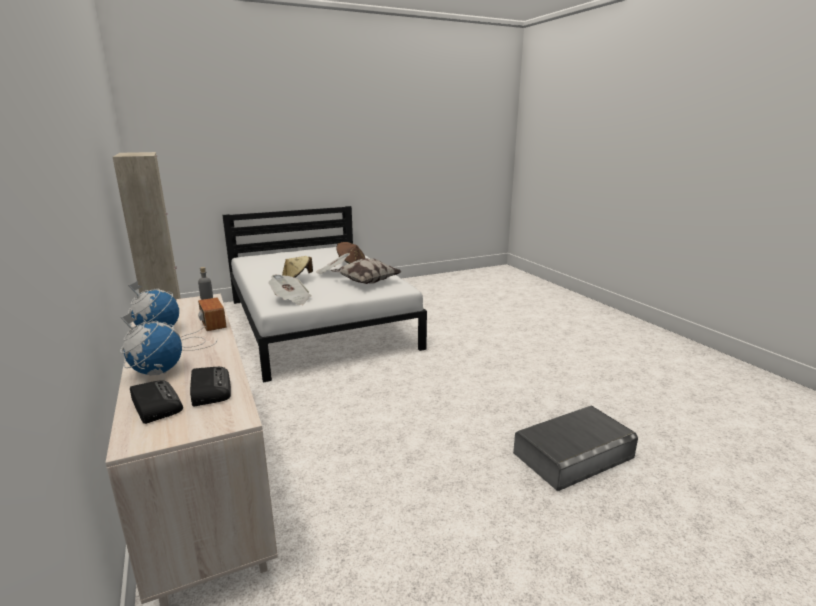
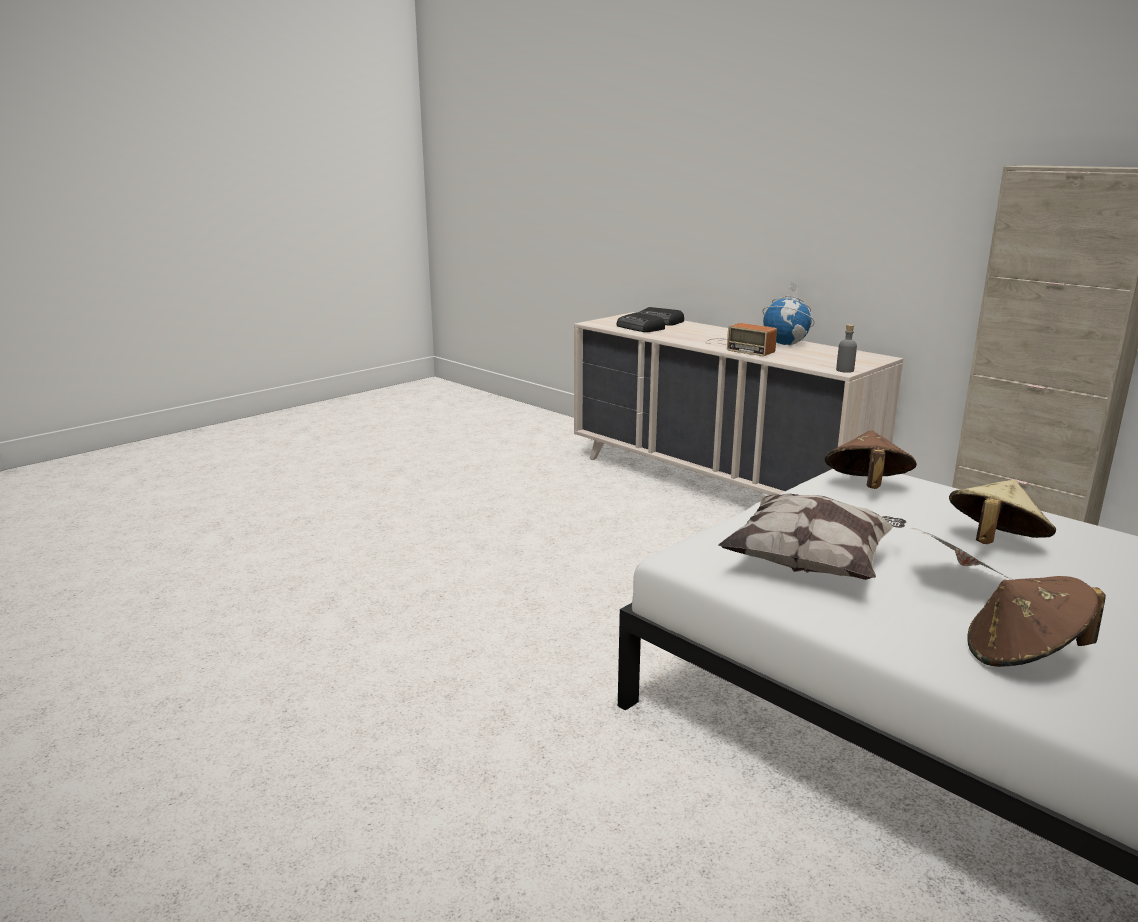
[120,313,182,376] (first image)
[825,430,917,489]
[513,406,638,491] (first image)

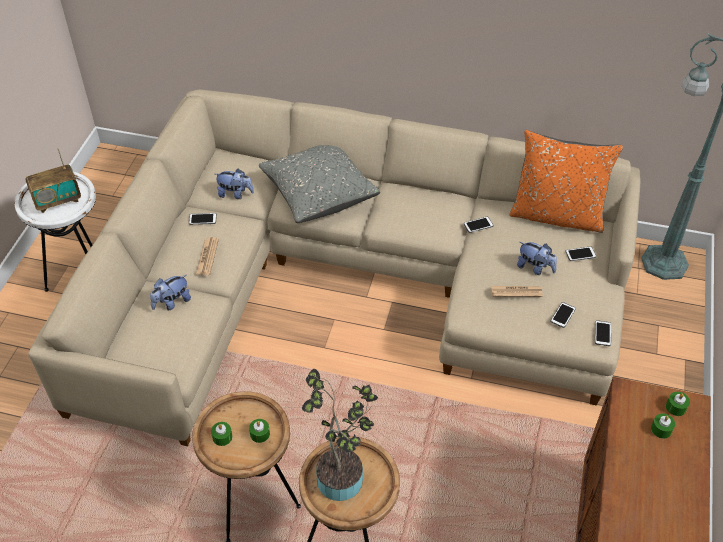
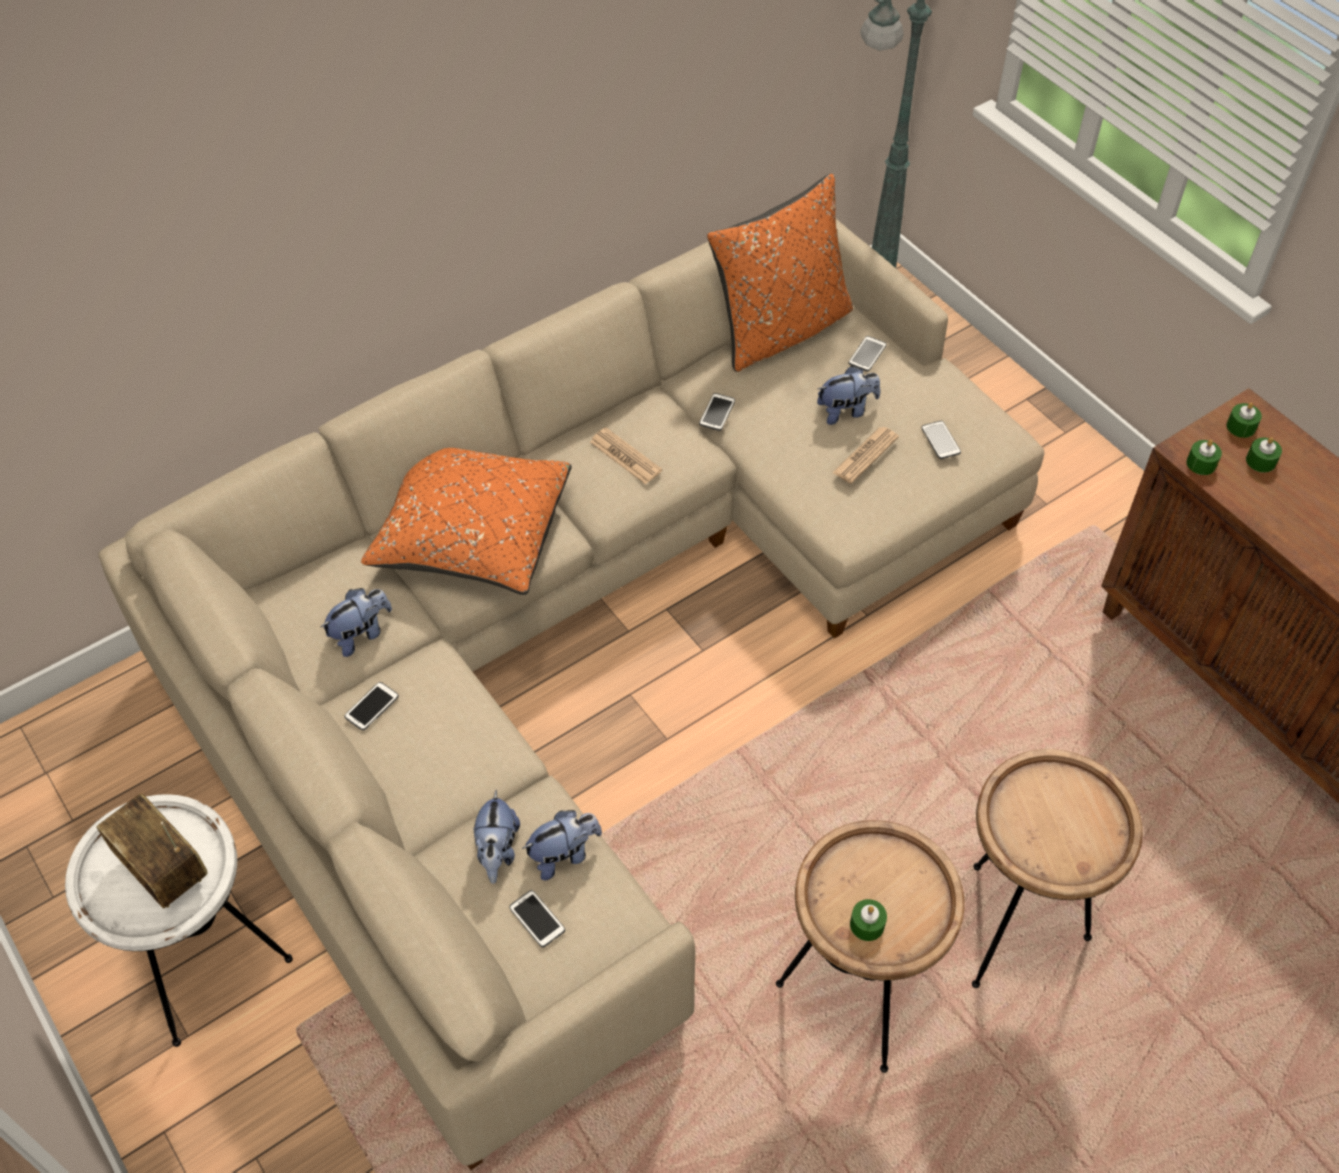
[96,794,207,909]
[590,428,662,485]
[1186,440,1222,475]
[361,448,572,595]
[302,369,378,501] (first image)
[509,890,565,948]
[522,810,602,880]

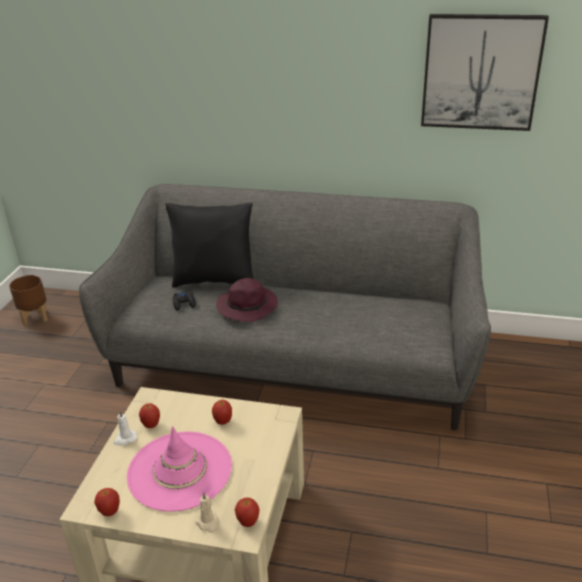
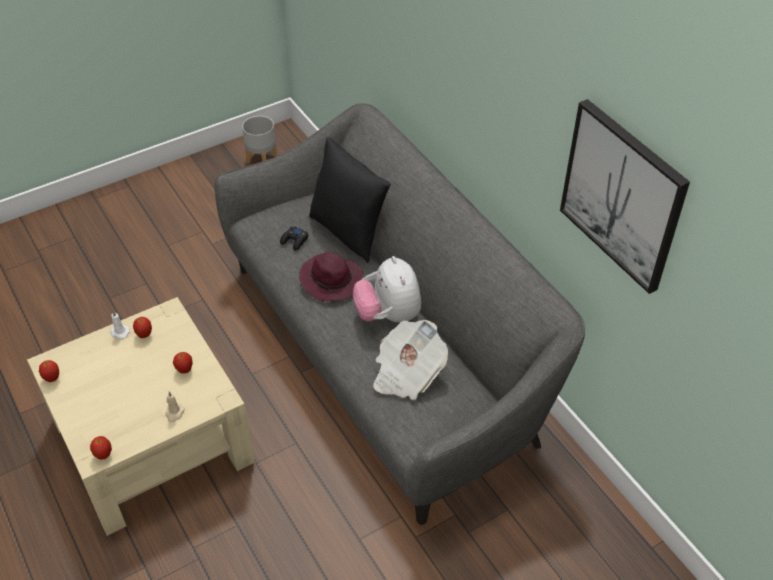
[242,116,277,163]
[127,426,232,512] (first image)
[165,391,185,422]
[353,256,421,323]
[373,320,448,400]

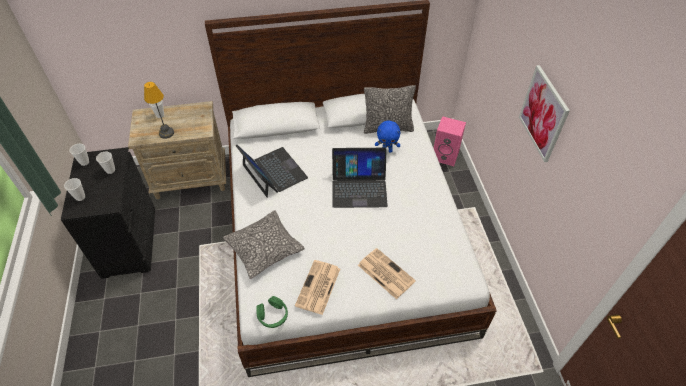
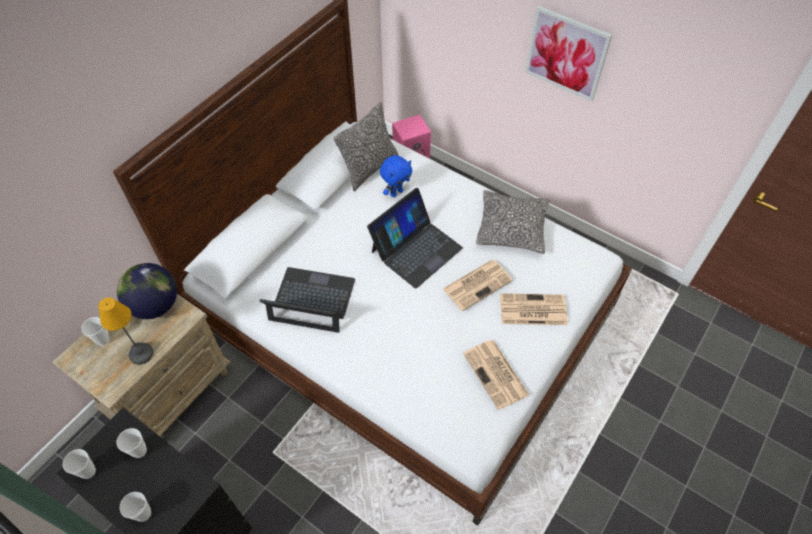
[476,190,549,254]
[256,296,288,328] (first image)
[117,263,177,319]
[443,260,513,311]

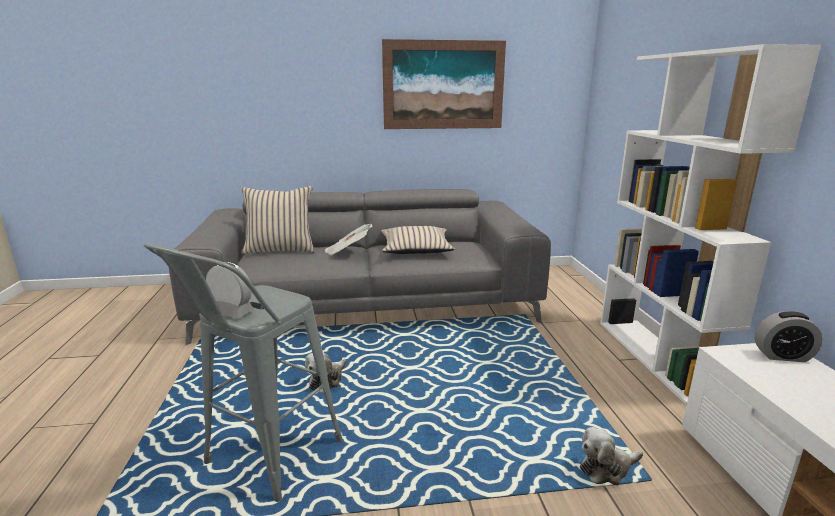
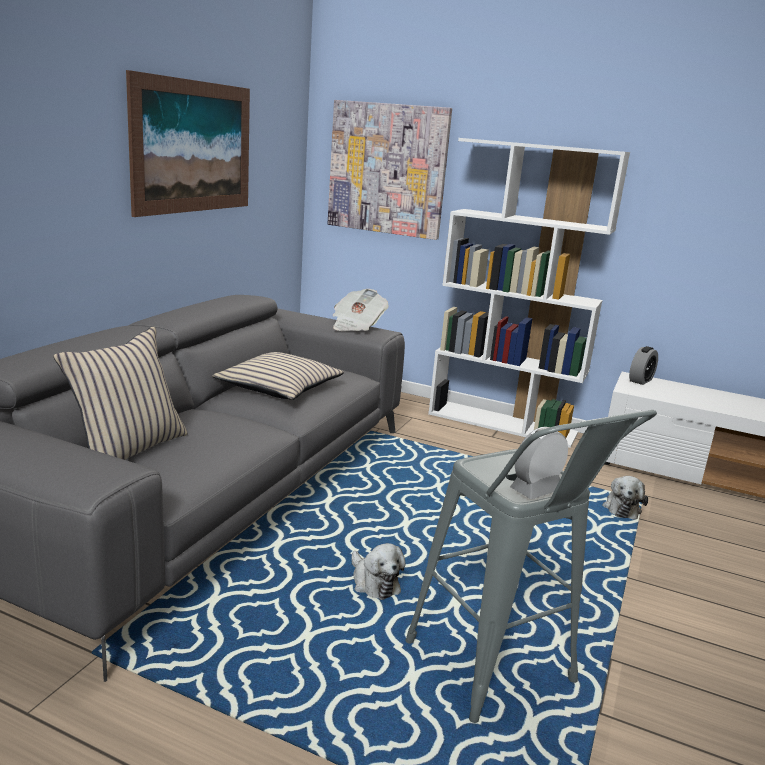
[332,289,389,331]
[328,100,452,240]

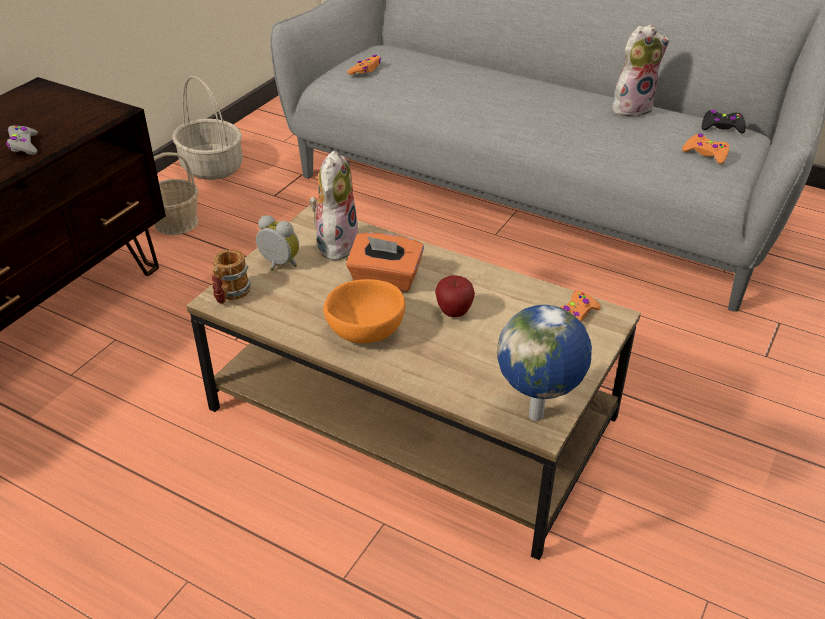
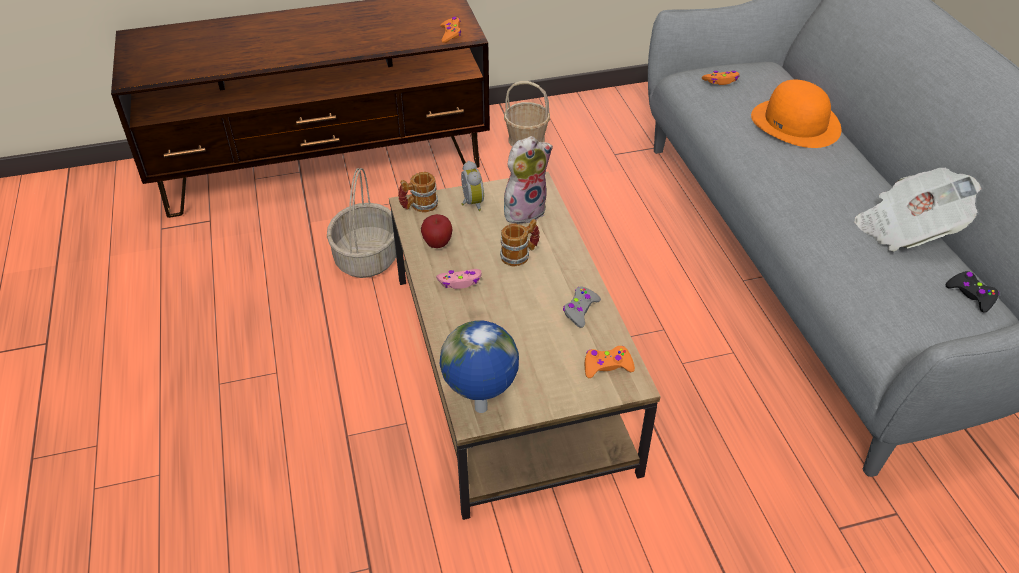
[563,286,601,328]
[327,168,396,278]
[436,269,482,289]
[500,219,540,266]
[421,214,452,248]
[854,168,981,252]
[440,17,461,43]
[751,80,841,148]

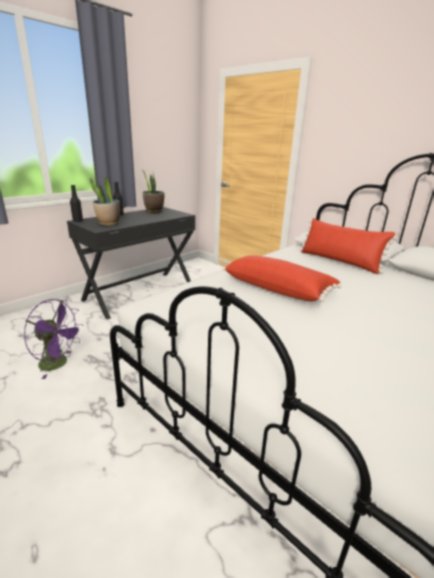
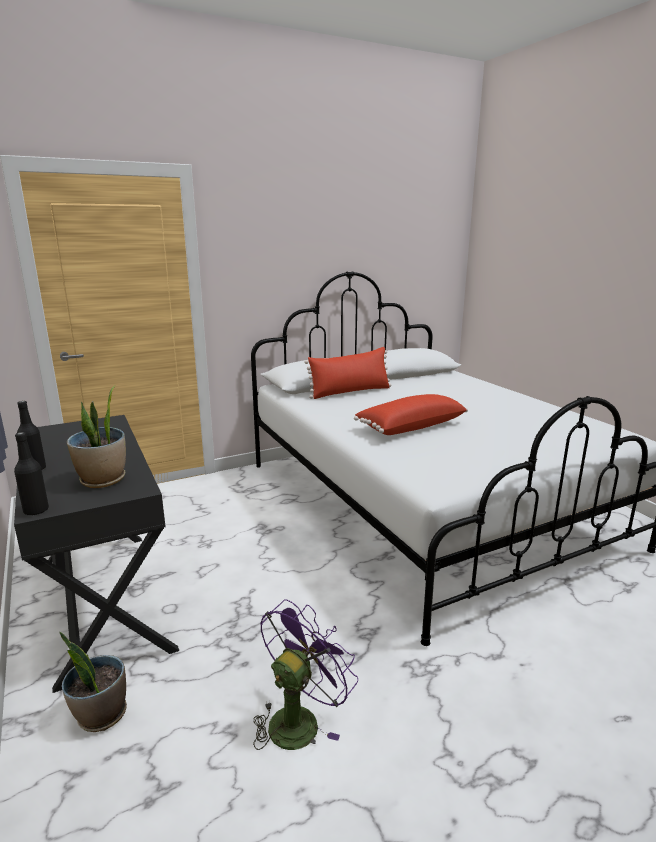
[59,632,127,732]

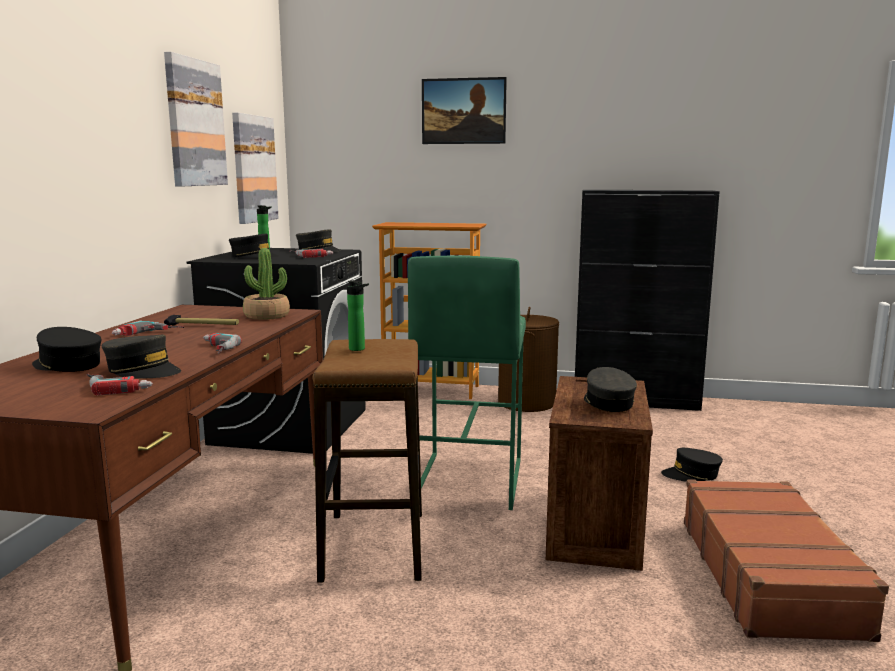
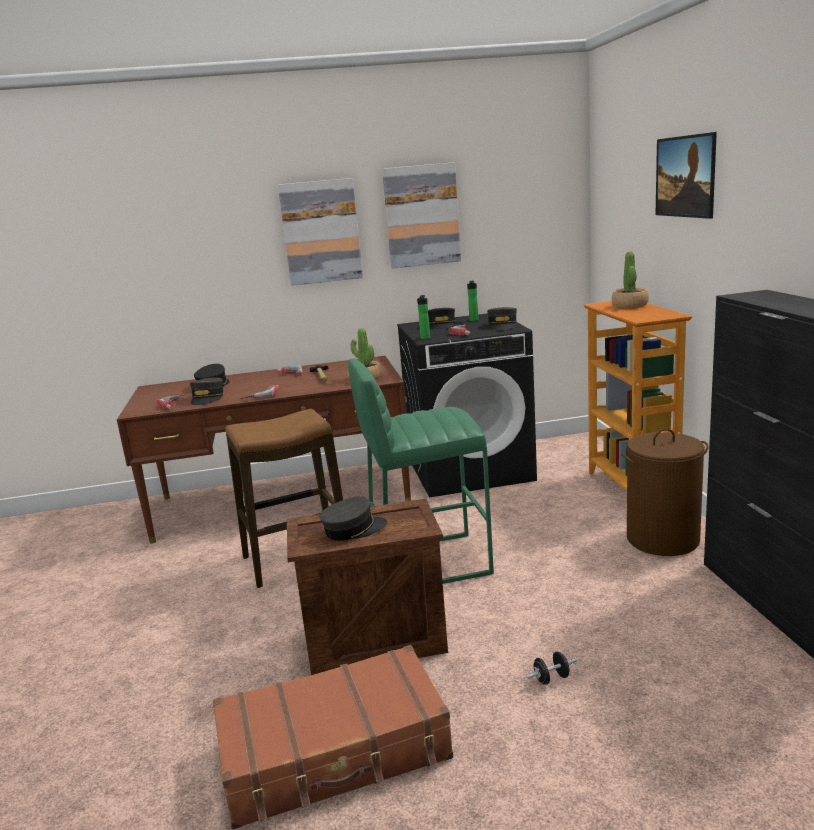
[278,178,363,286]
[417,295,430,339]
[526,651,577,685]
[612,252,649,308]

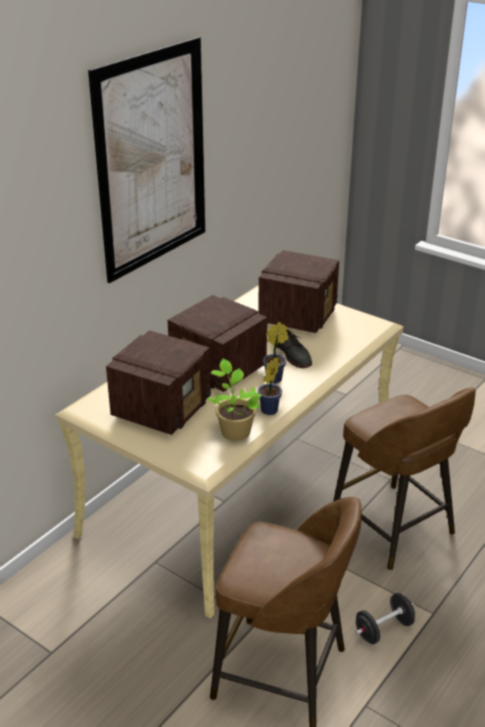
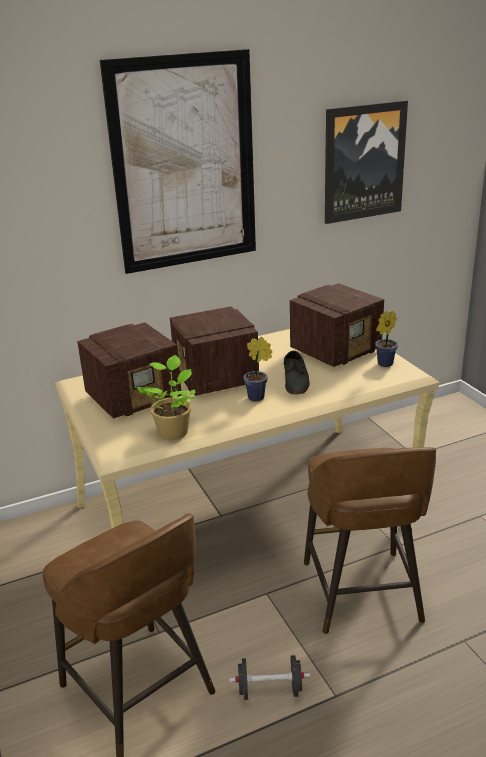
[375,311,398,367]
[325,100,408,224]

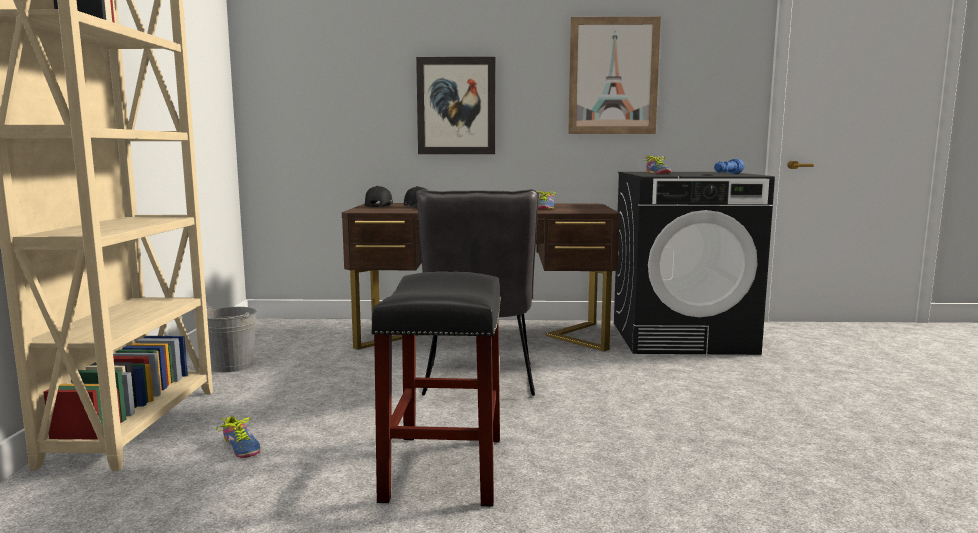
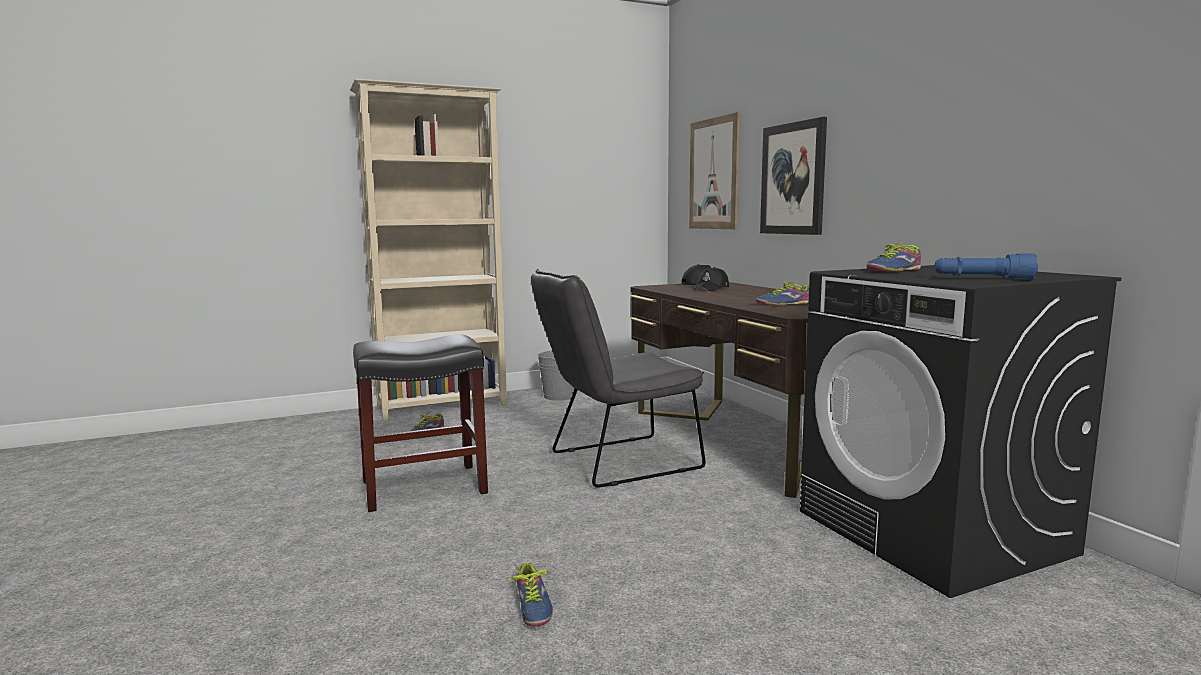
[689,112,740,229]
[507,563,553,627]

